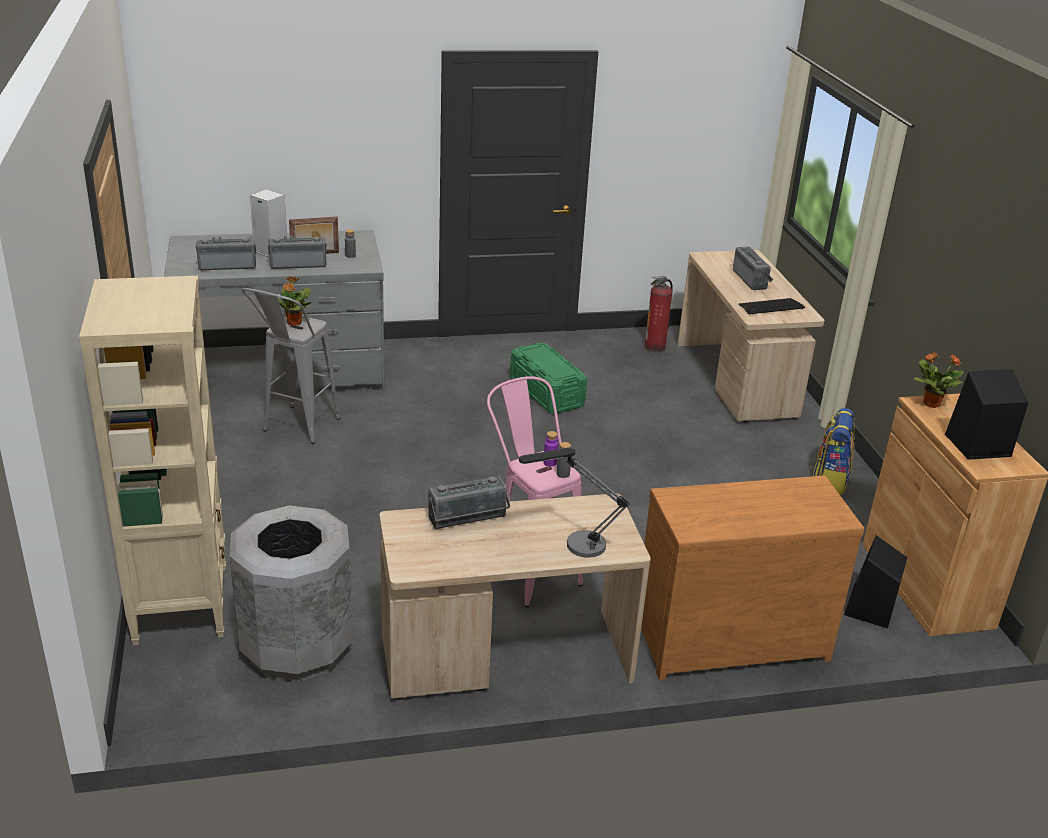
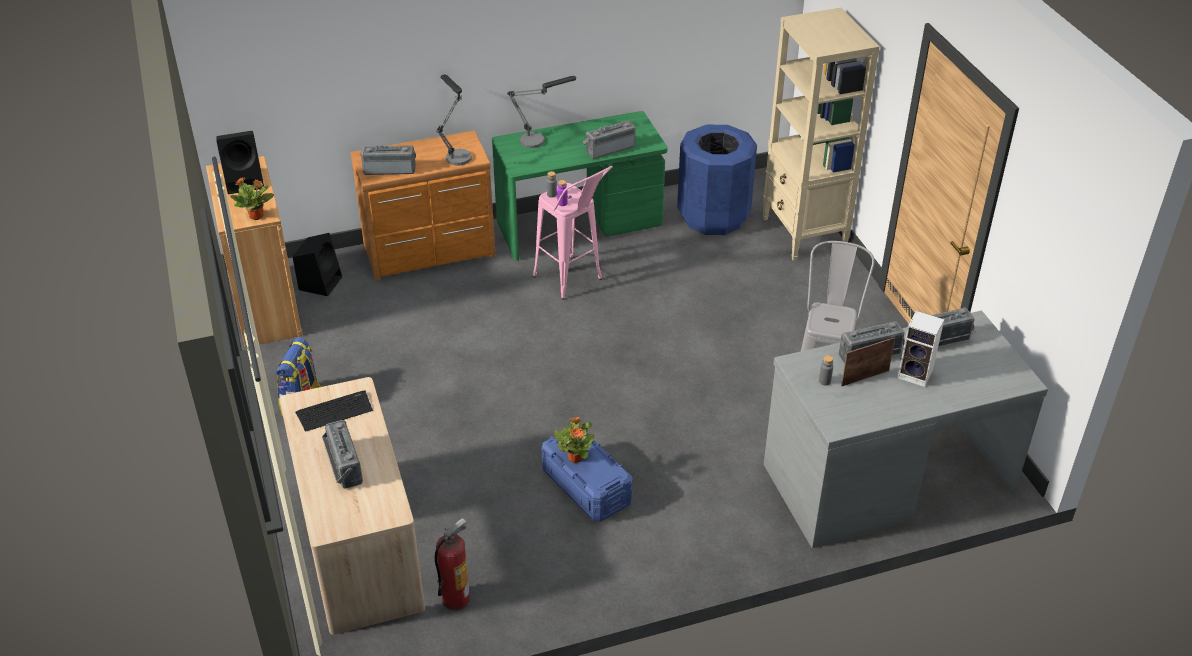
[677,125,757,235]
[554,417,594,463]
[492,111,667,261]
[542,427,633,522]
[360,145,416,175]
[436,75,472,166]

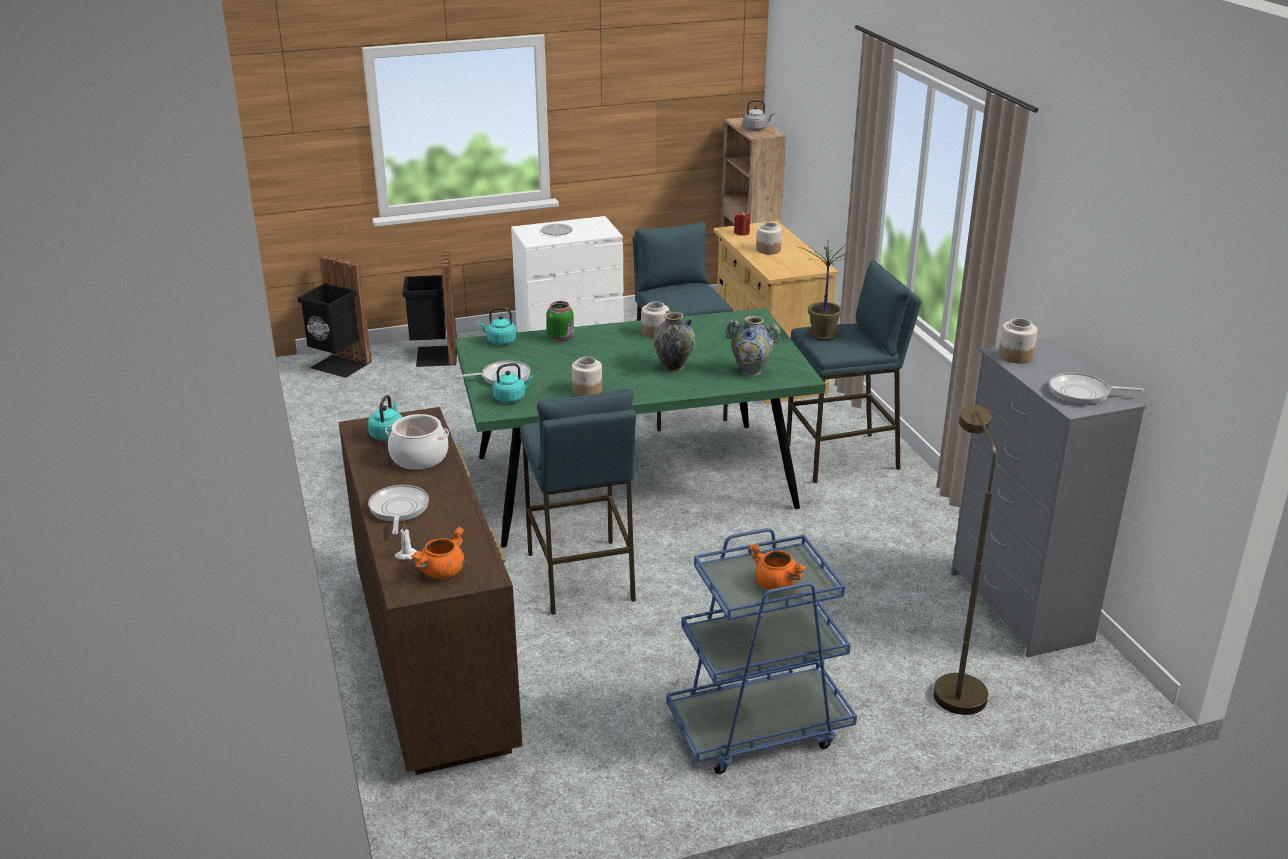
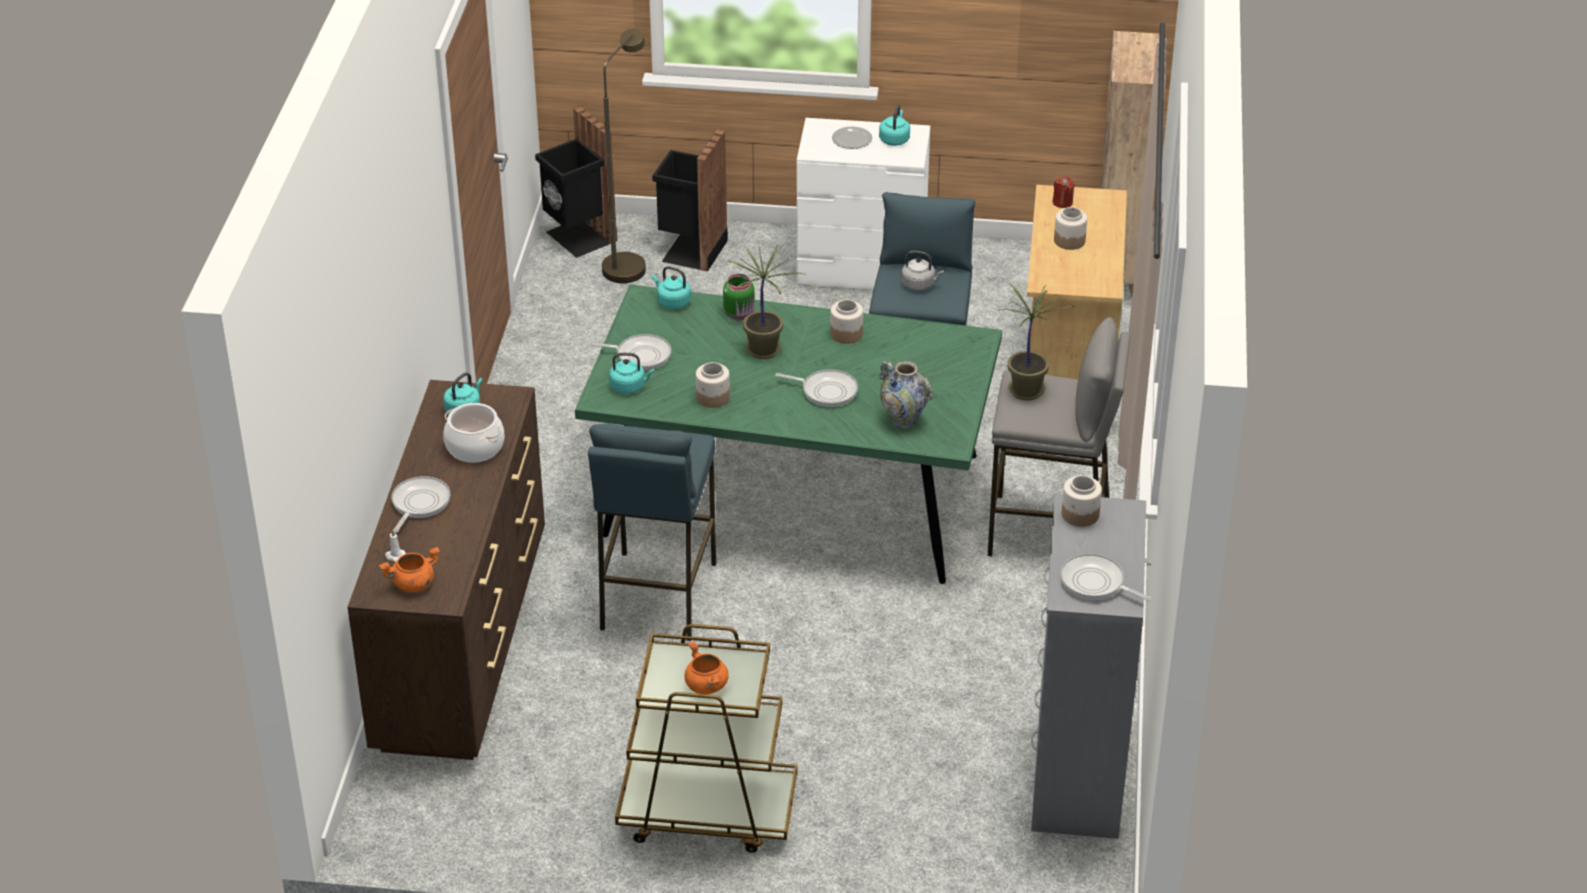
[775,369,858,407]
[615,624,797,853]
[901,251,944,291]
[988,317,1131,556]
[602,29,646,283]
[728,245,806,359]
[879,105,910,146]

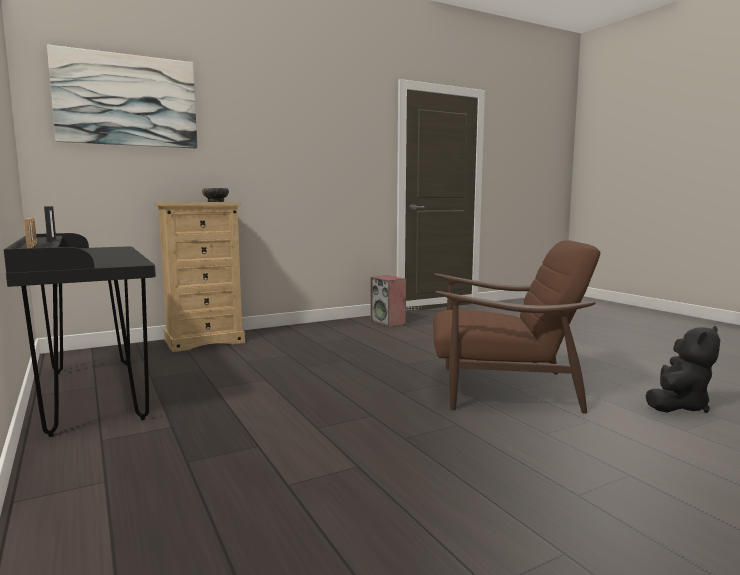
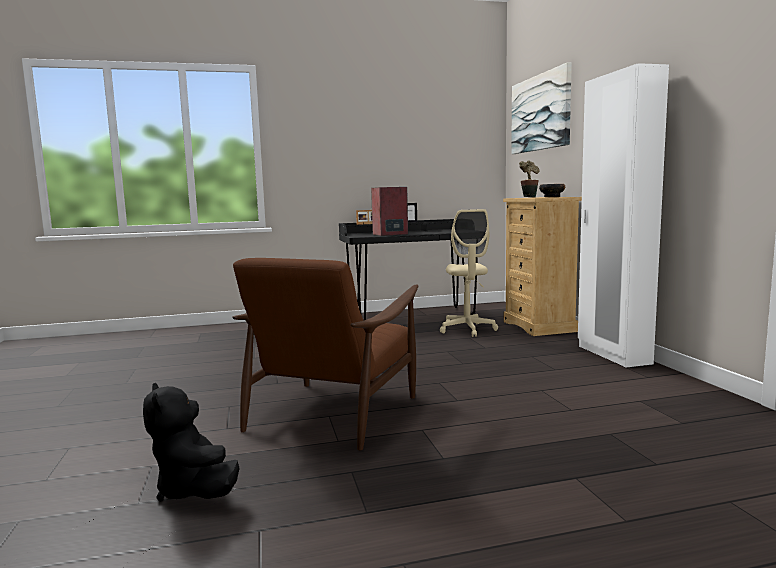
[371,187,408,236]
[440,209,498,337]
[519,160,540,198]
[578,63,669,368]

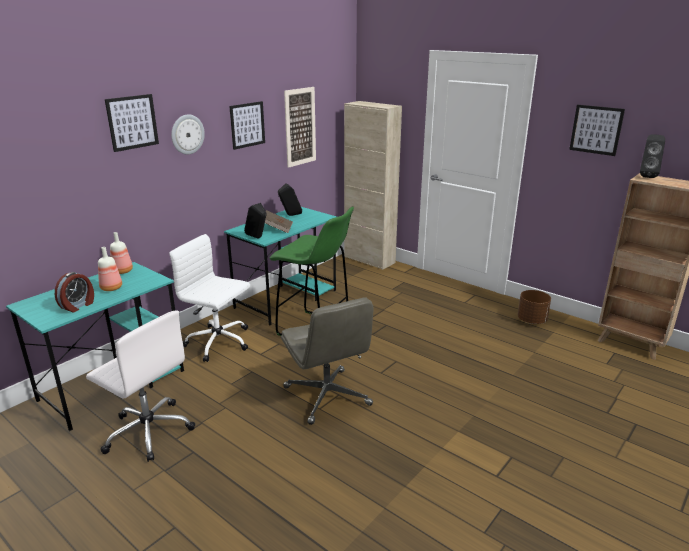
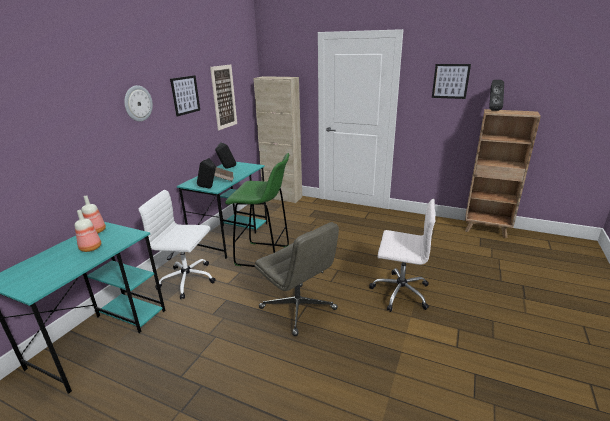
[55,272,94,312] (first image)
[369,199,435,312]
[105,94,159,152] (first image)
[518,290,551,324] (first image)

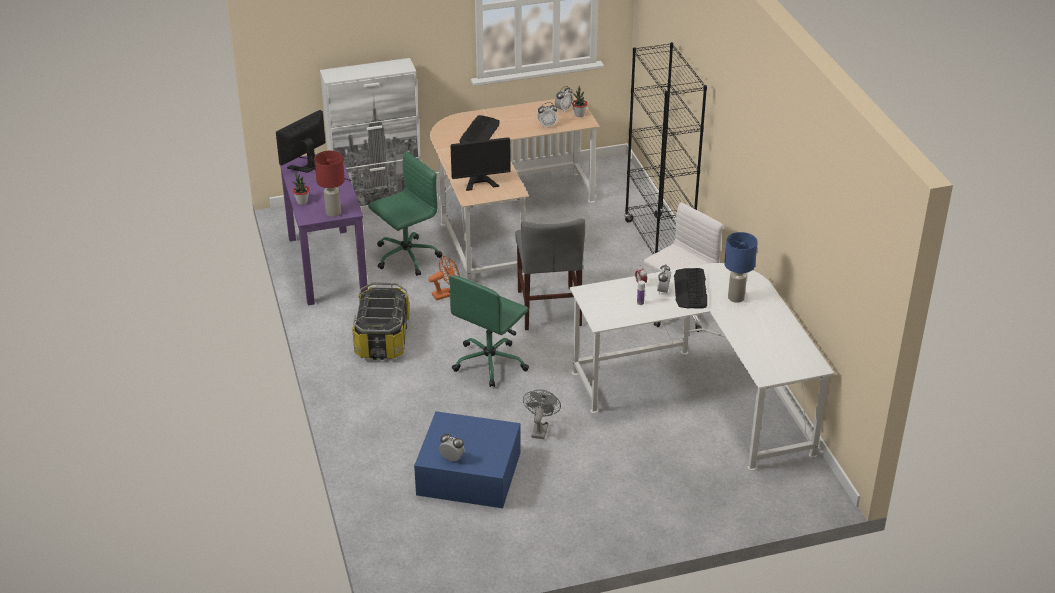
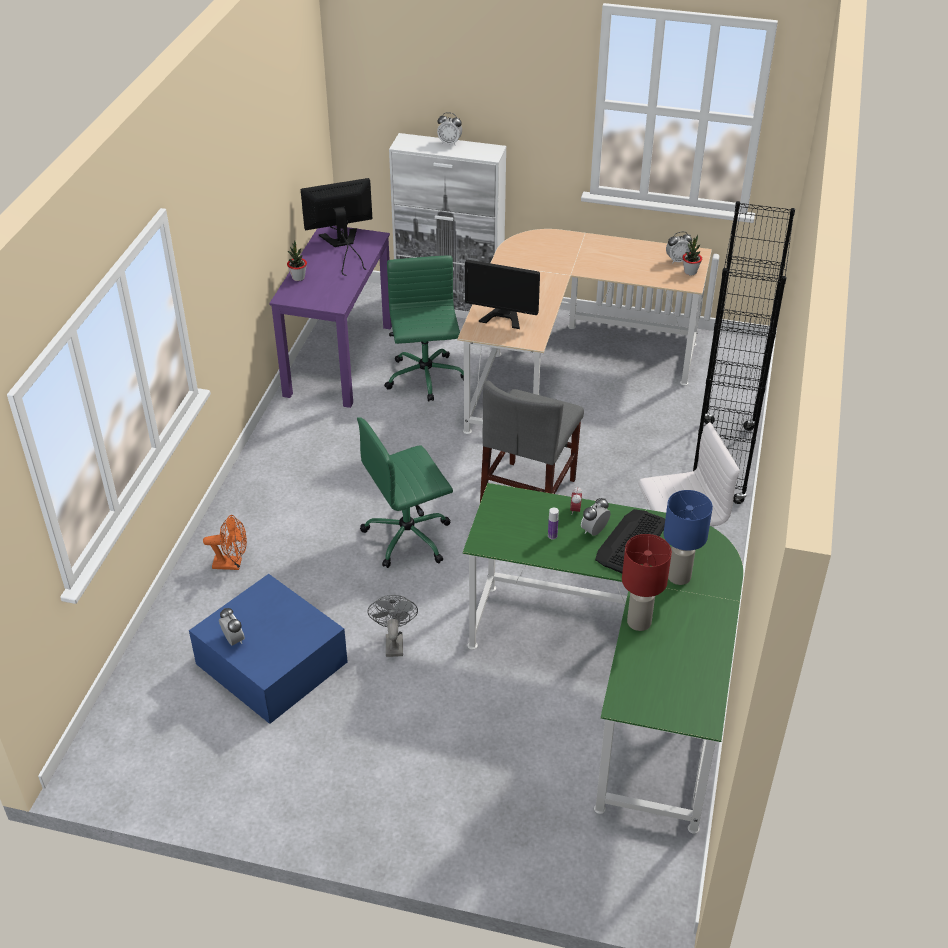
[622,534,672,631]
[352,283,409,360] (first image)
[384,255,464,401]
[203,515,247,570]
[459,115,500,143] (first image)
[367,595,418,657]
[437,112,462,146]
[463,483,743,834]

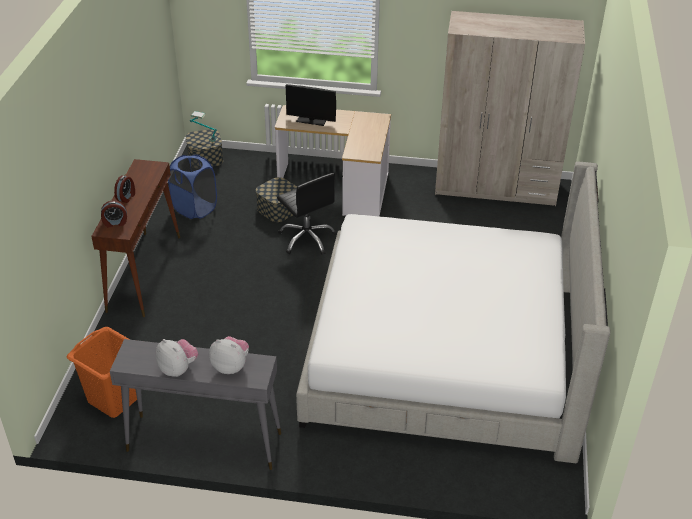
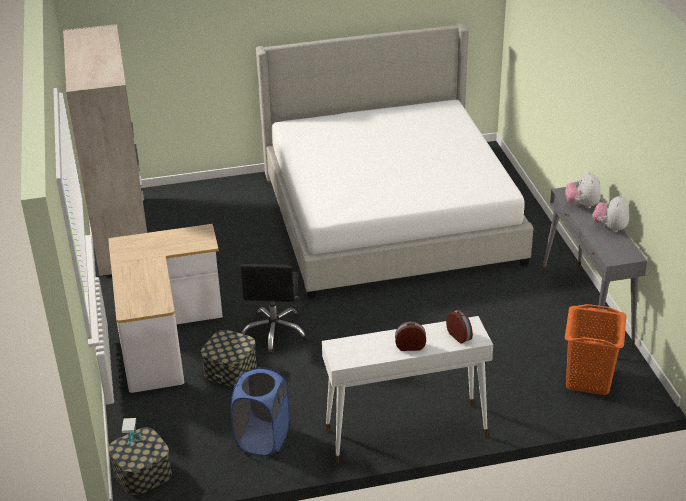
[322,316,493,465]
[240,264,308,355]
[286,84,336,126] (first image)

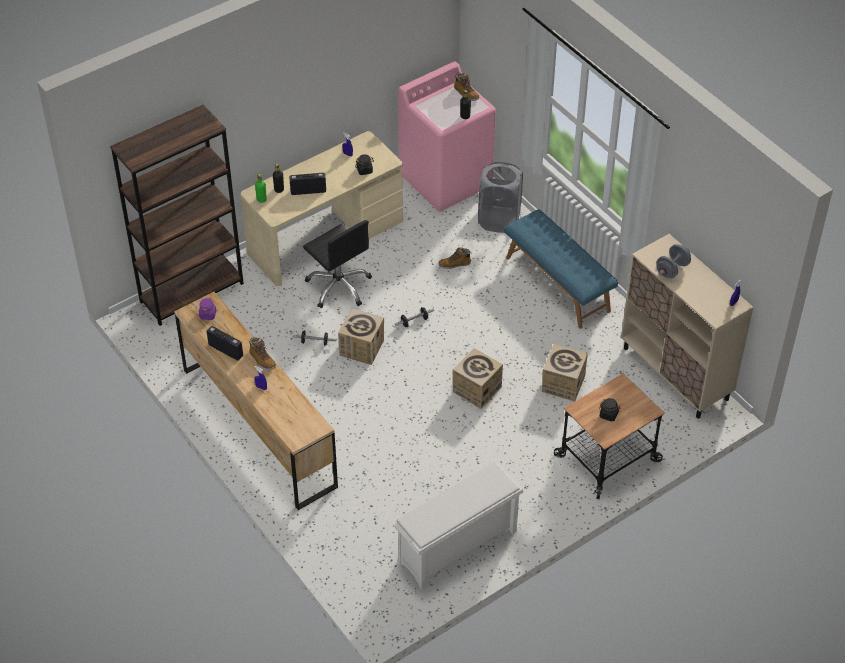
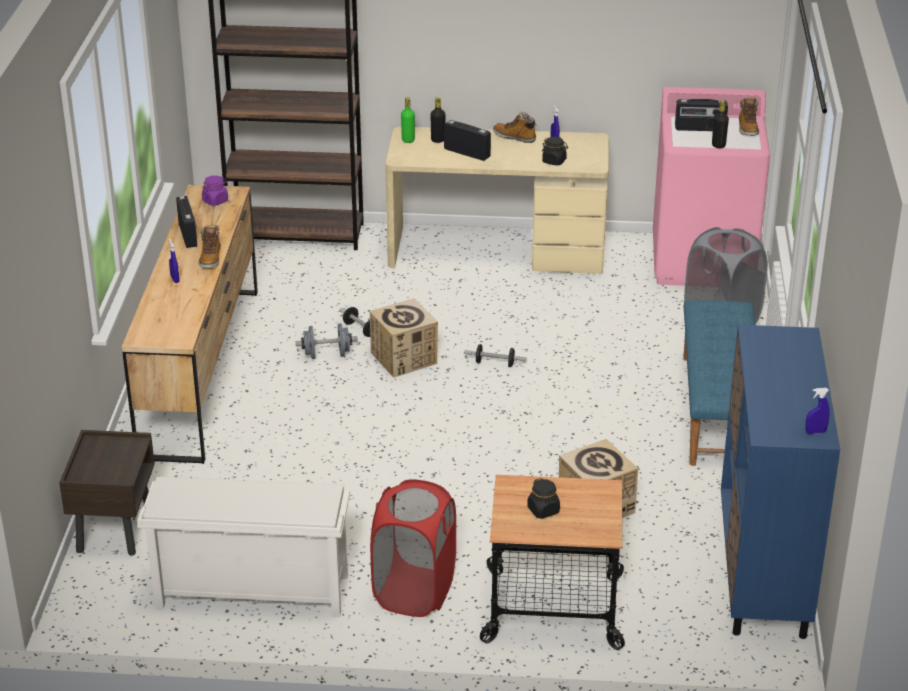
[303,220,372,308] (first image)
[493,111,536,143]
[453,348,503,409] (first image)
[721,325,840,639]
[296,323,358,359]
[59,430,155,556]
[370,479,456,617]
[675,99,728,131]

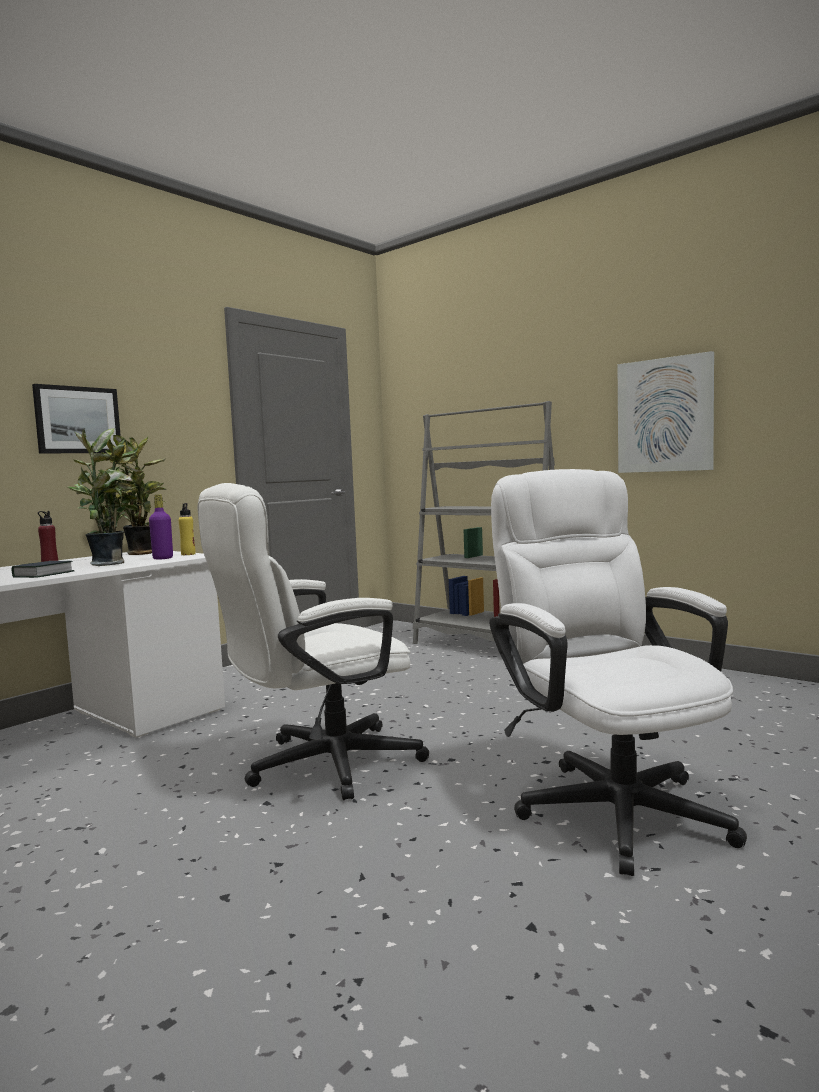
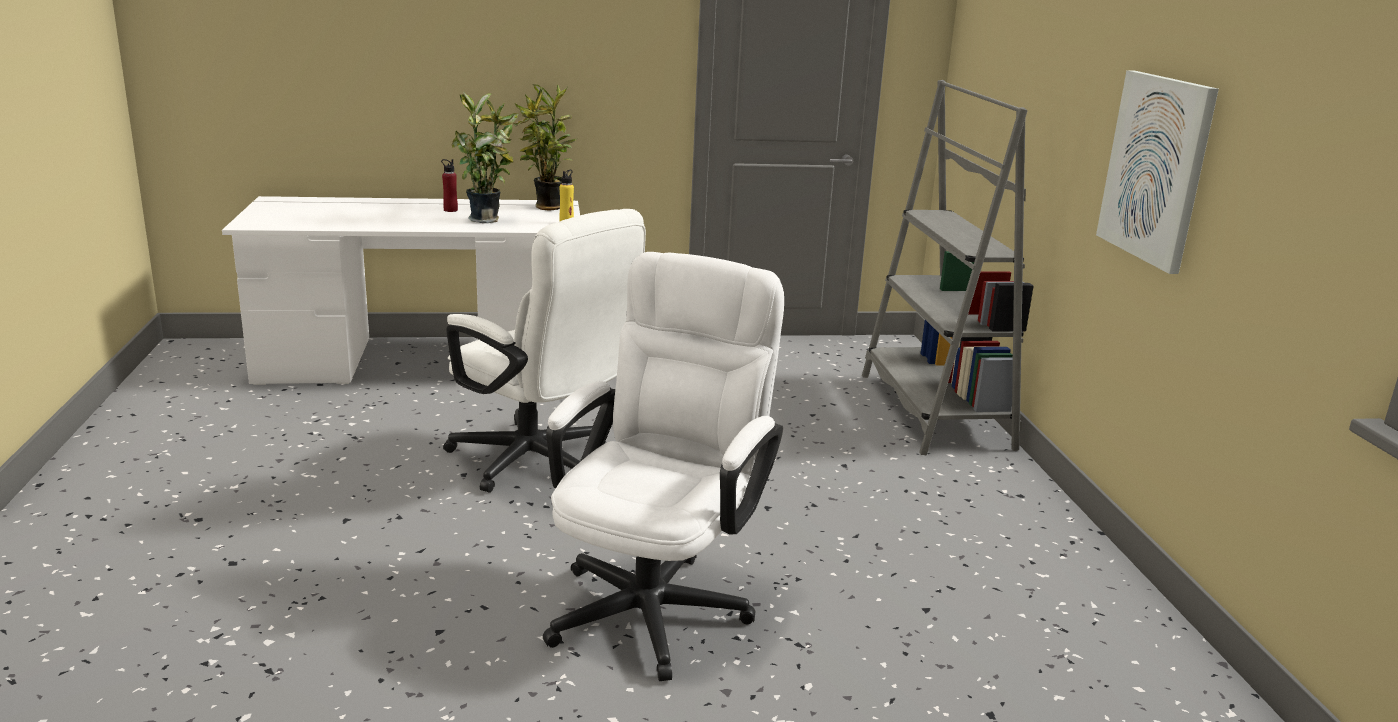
[12,561,74,578] (first image)
[32,384,121,453] (first image)
[149,494,173,560] (first image)
[443,209,646,493]

